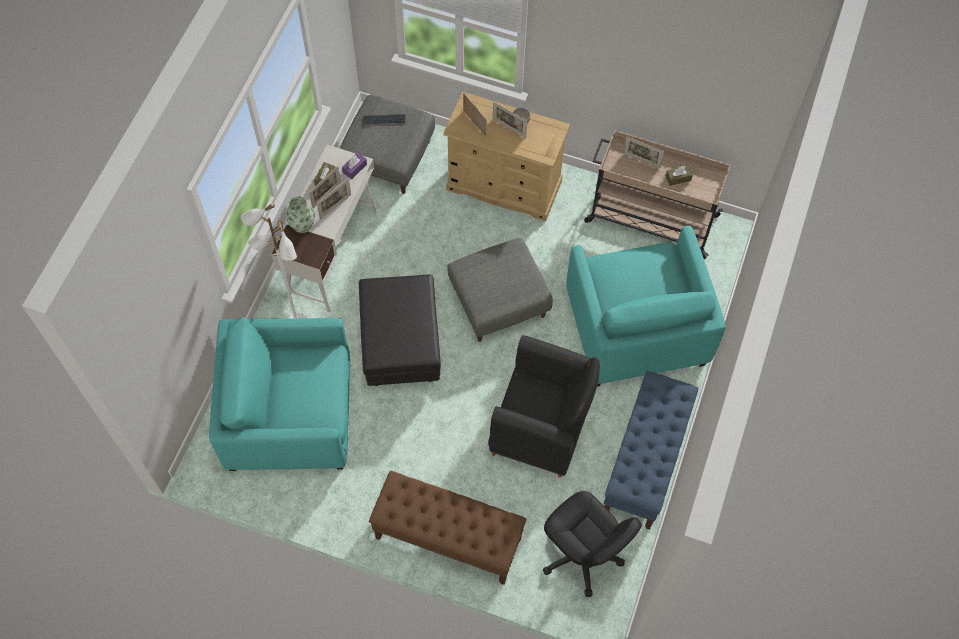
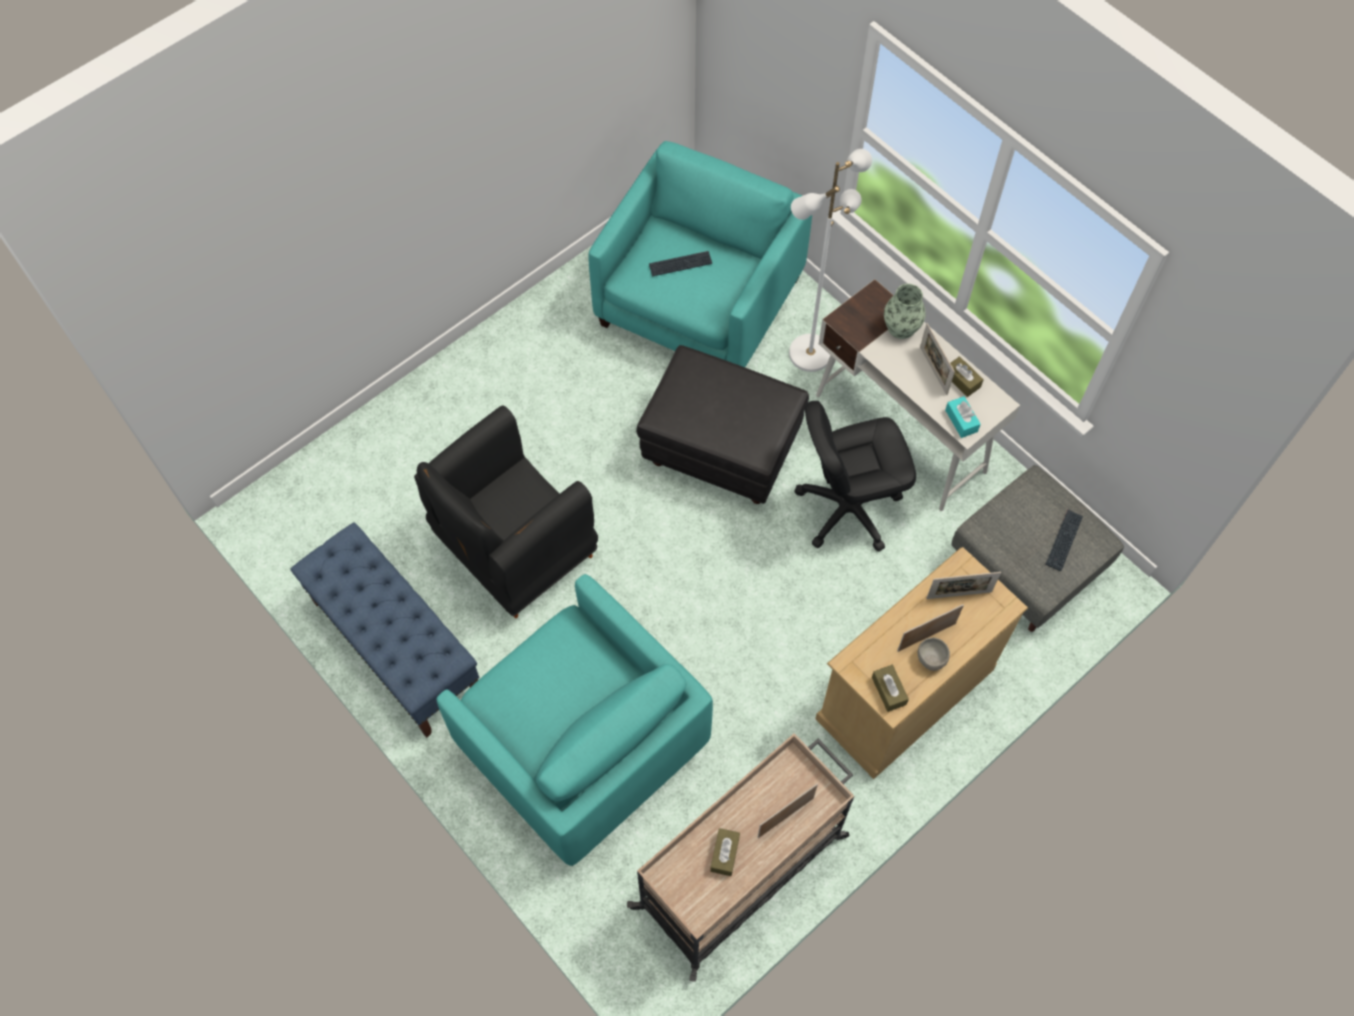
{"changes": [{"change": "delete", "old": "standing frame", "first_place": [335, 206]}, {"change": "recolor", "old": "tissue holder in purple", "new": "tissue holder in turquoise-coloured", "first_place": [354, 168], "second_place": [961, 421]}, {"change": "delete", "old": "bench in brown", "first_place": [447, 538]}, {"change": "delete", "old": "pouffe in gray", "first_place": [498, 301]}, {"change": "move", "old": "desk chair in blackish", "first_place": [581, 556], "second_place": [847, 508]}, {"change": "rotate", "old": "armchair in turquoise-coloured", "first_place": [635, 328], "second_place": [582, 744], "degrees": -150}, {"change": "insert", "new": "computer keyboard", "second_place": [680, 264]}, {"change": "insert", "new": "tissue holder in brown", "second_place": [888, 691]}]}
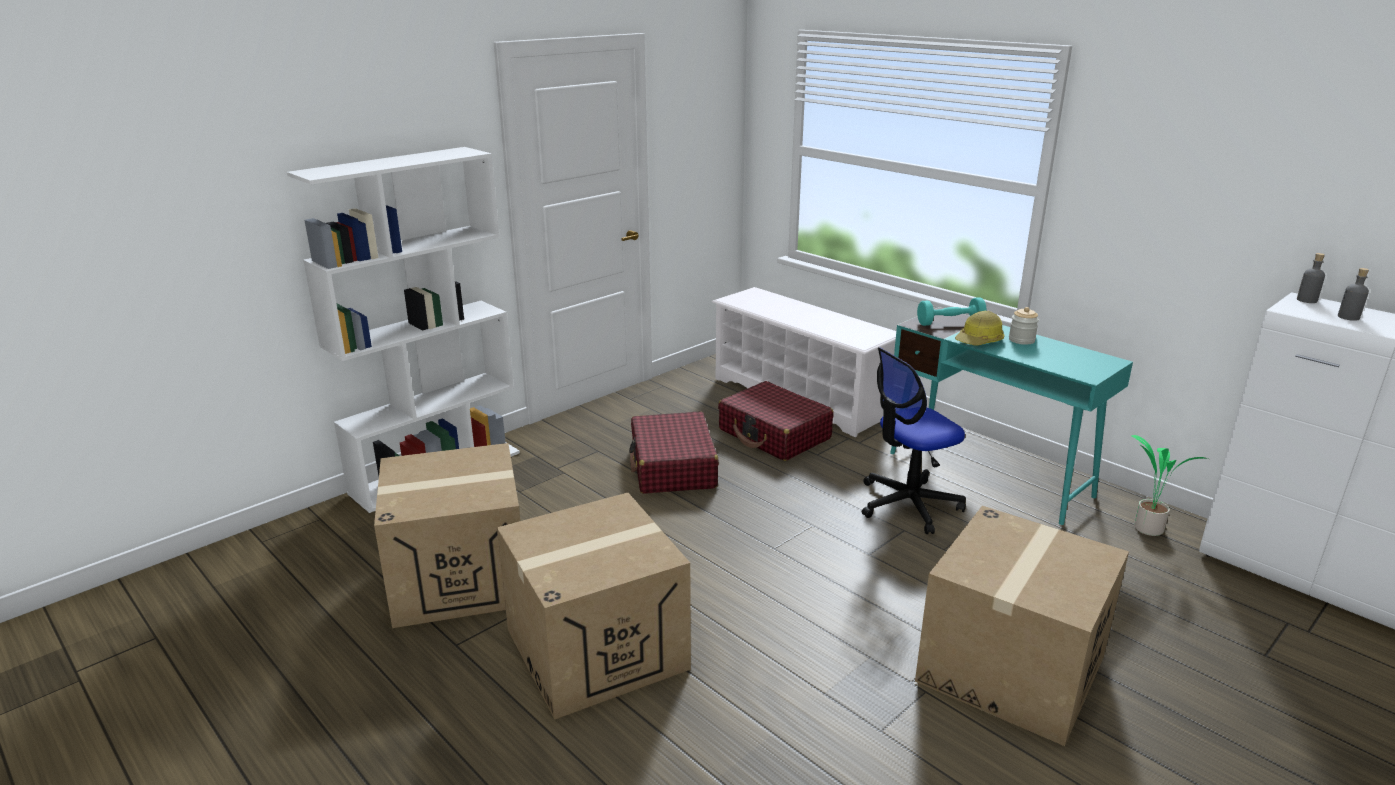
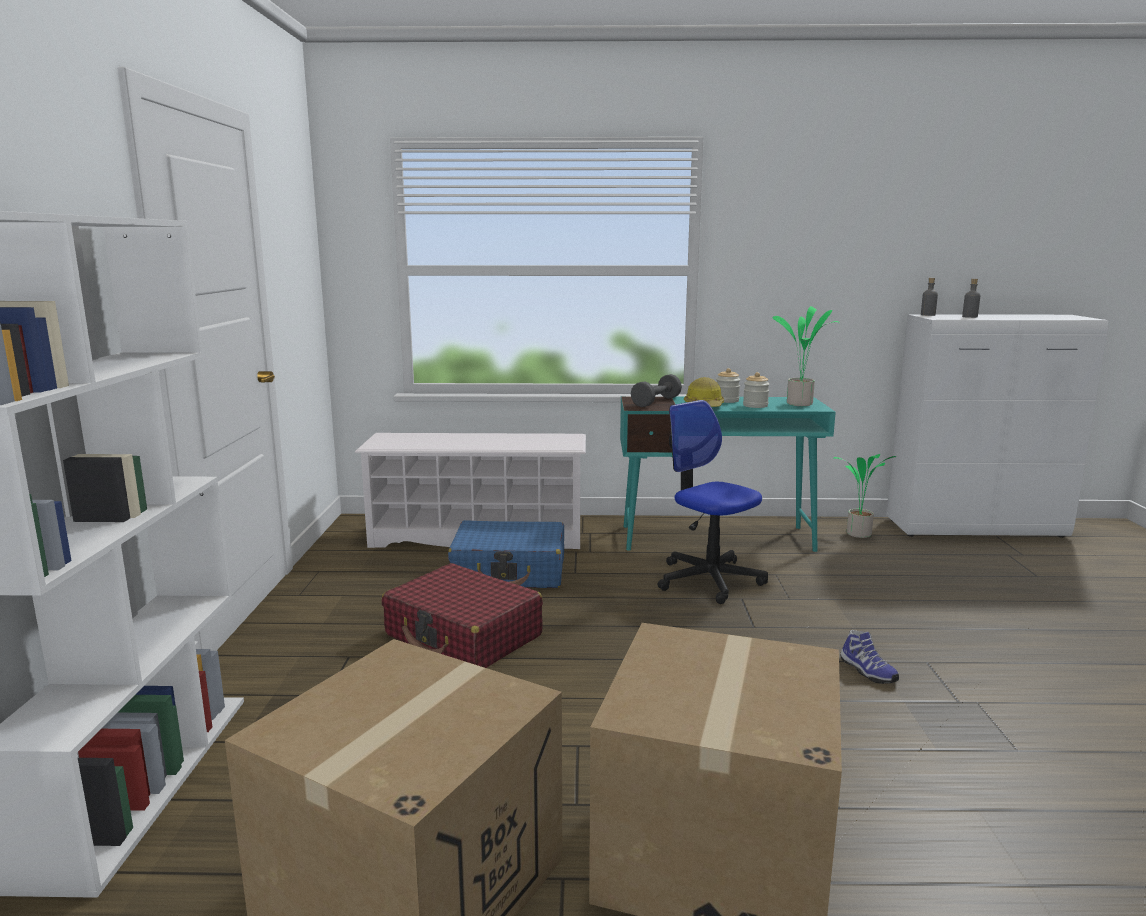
{"changes": [{"change": "recolor", "old": "travel case in reddish", "new": "travel case in blue-coloured", "first_place": [774, 434], "second_place": [510, 571]}, {"change": "rotate", "old": "desk chair", "first_place": [908, 504], "second_place": [709, 579], "degrees": 120}, {"change": "delete", "old": "carton", "first_place": [1011, 669]}, {"change": "recolor", "old": "hand weight in turquoise-coloured", "new": "hand weight in gray", "first_place": [950, 323], "second_place": [656, 402]}, {"change": "insert", "new": "preserve jar", "second_place": [755, 405]}, {"change": "insert", "new": "potted plant", "second_place": [801, 404]}, {"change": "insert", "new": "item of footwear", "second_place": [866, 671]}]}
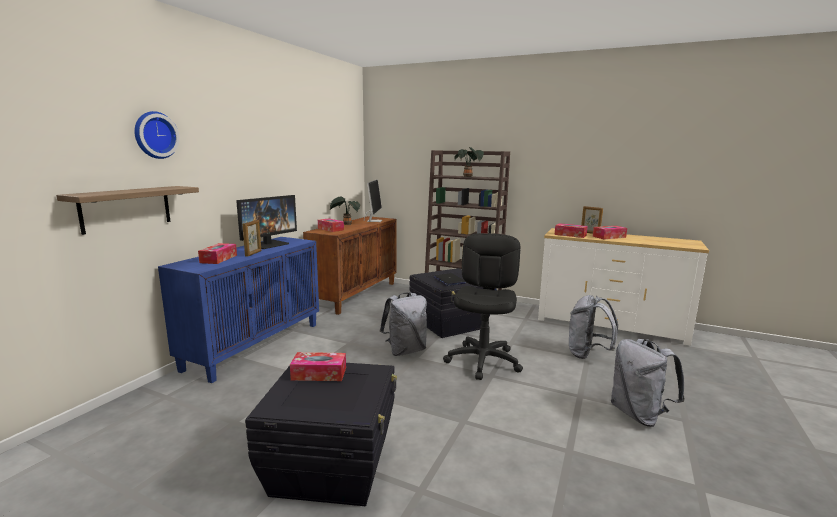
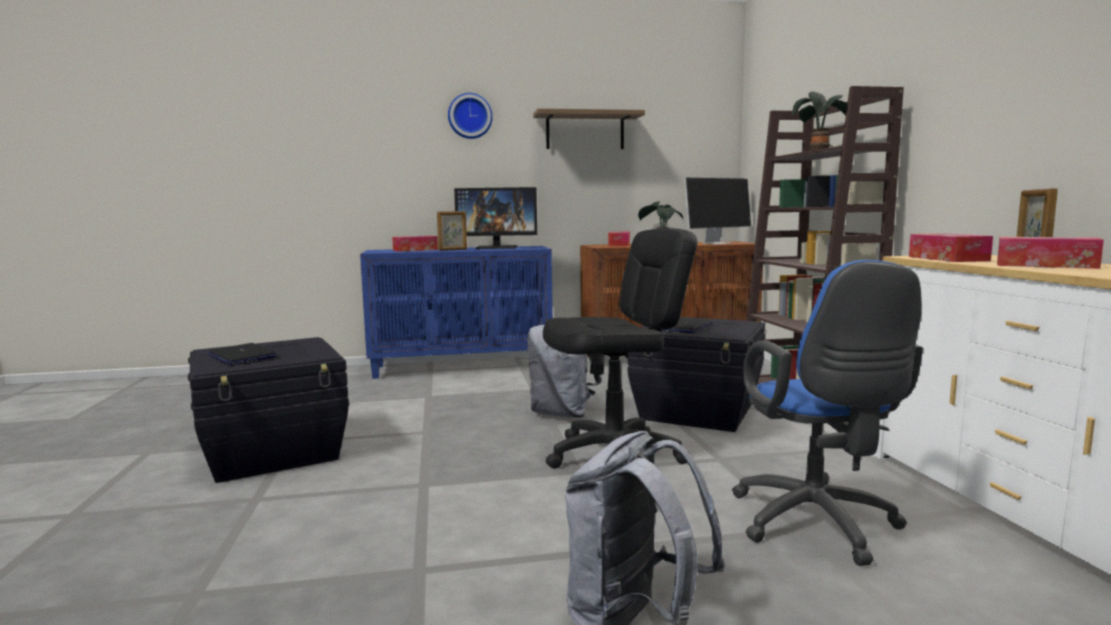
{"changes": [{"change": "move", "old": "shelf", "first_place": [126, 208], "second_place": [585, 131]}, {"change": "move", "old": "hanging clock", "first_place": [154, 135], "second_place": [470, 116]}, {"change": "delete", "old": "tissue holder", "first_place": [319, 374]}, {"change": "replace", "old": "backpack in gray", "new": "desk chair in blue-coloured", "first_place": [587, 354], "second_place": [818, 526]}, {"change": "insert", "new": "laptop", "second_place": [241, 356]}]}
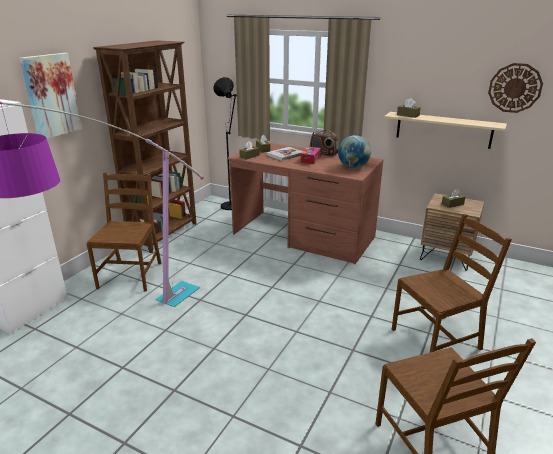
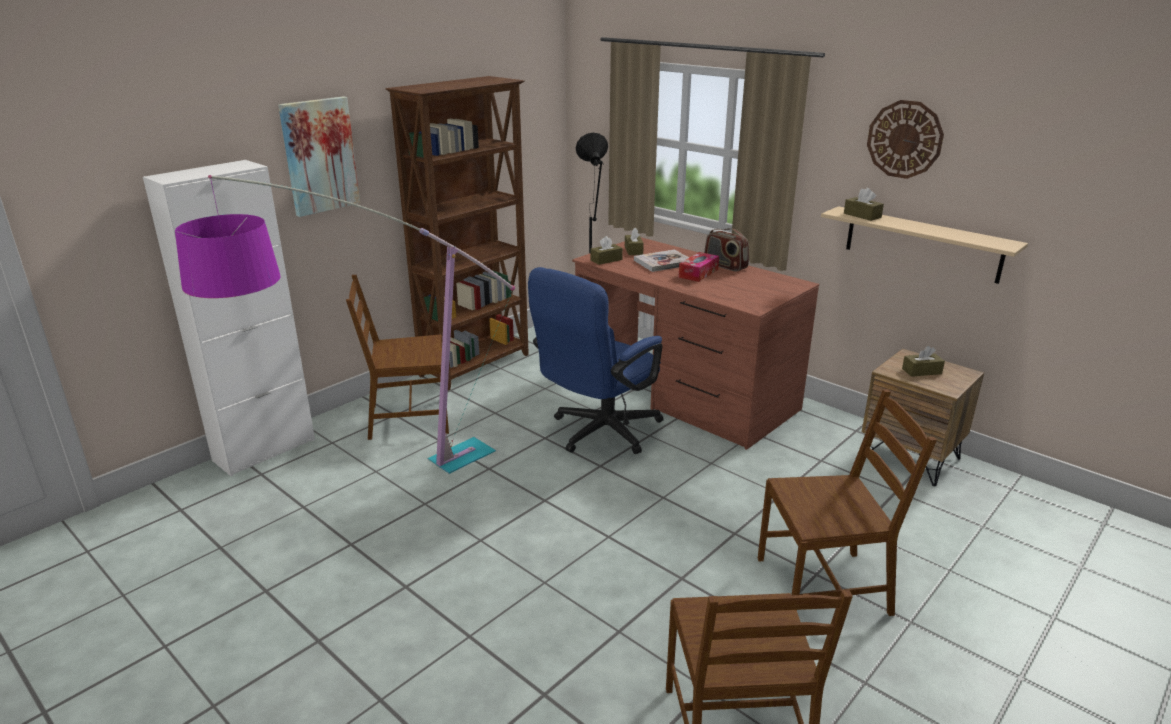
{"changes": [{"change": "rotate", "old": "plain chair in brown", "first_place": [131, 275], "second_place": [408, 419], "degrees": -120}, {"change": "delete", "old": "globe", "first_place": [353, 167]}, {"change": "move", "old": "hanging clock", "first_place": [515, 88], "second_place": [904, 139]}, {"change": "insert", "new": "desk chair in blue-coloured", "second_place": [598, 433]}]}
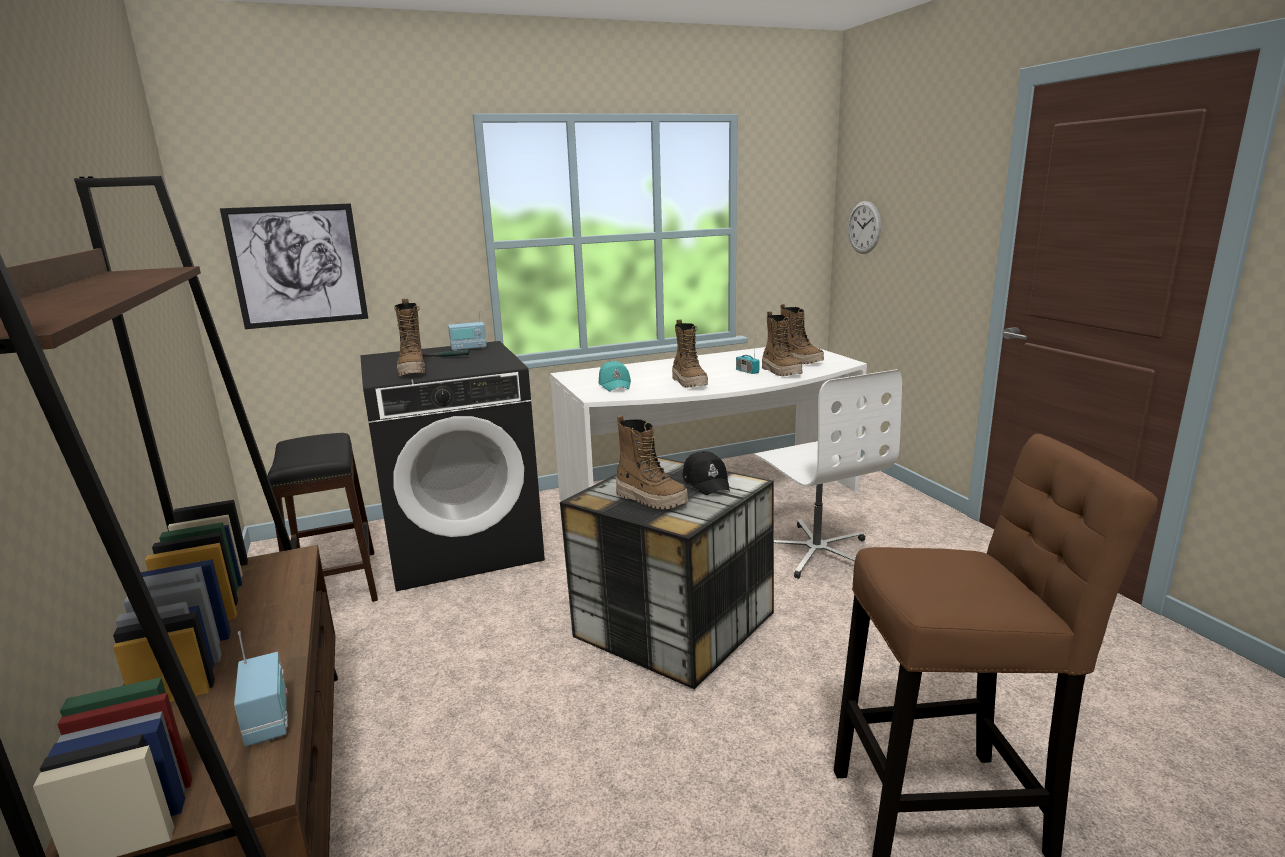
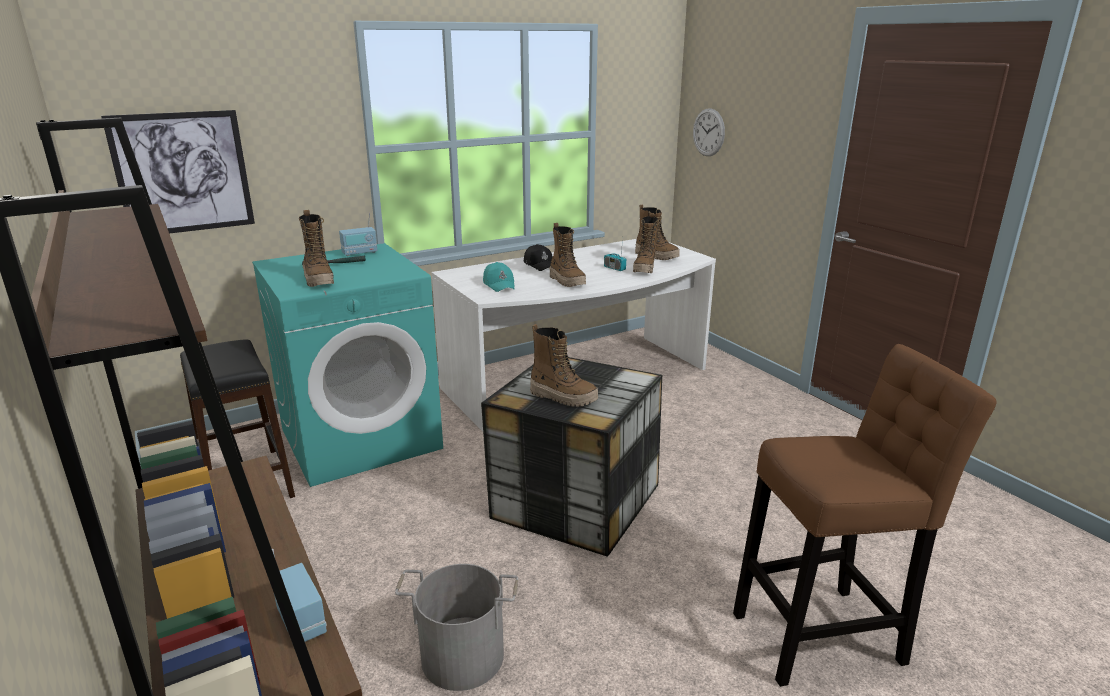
{"changes": [{"change": "recolor", "old": "laundry machine in blackish", "new": "laundry machine in turquoise-coloured", "first_place": [464, 545], "second_place": [361, 438]}, {"change": "move", "old": "peaked cap in blackish", "first_place": [706, 482], "second_place": [540, 265]}, {"change": "delete", "old": "desk chair in white", "first_place": [816, 552]}, {"change": "rotate", "old": "tall boot", "first_place": [781, 372], "second_place": [645, 269], "degrees": 45}, {"change": "insert", "new": "pail in gray", "second_place": [463, 655]}]}
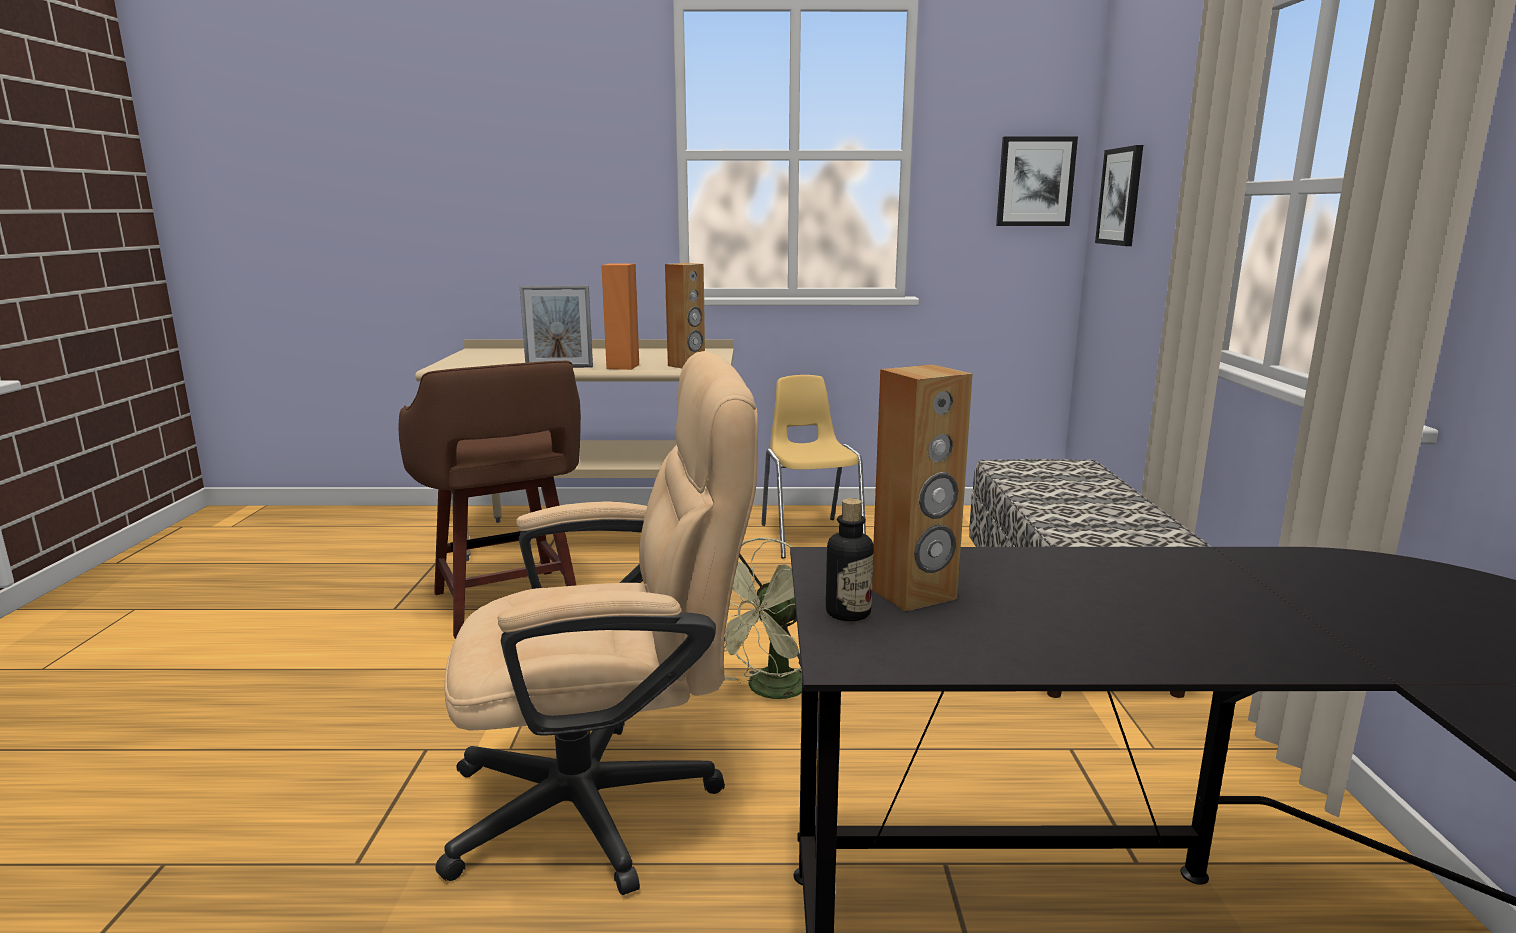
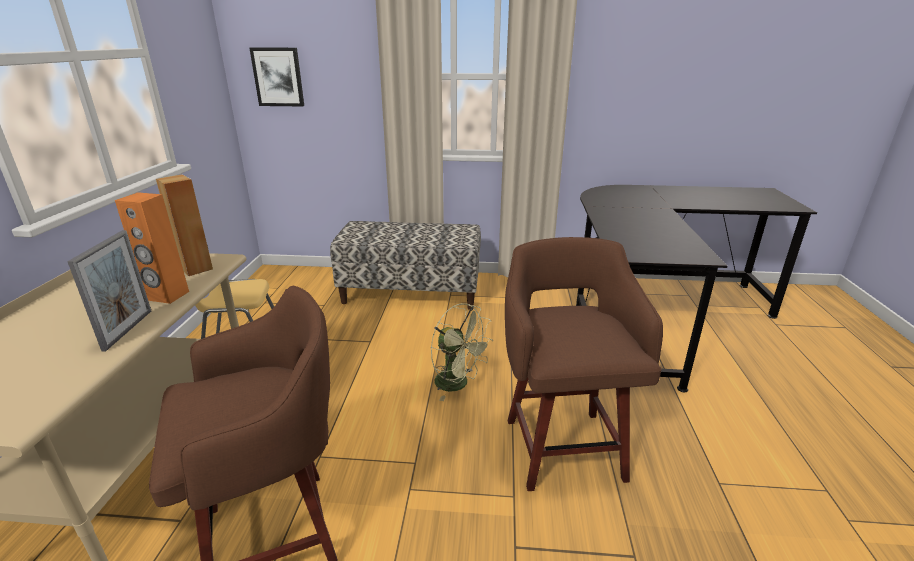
{"changes": [{"change": "replace", "old": "desk chair in beige", "new": "stool in brown", "first_place": [610, 803], "second_place": [562, 445]}, {"change": "delete", "old": "beverage bottle", "first_place": [848, 613]}, {"change": "delete", "old": "loudspeaker in brown", "first_place": [914, 594]}, {"change": "delete", "old": "wall picture", "first_place": [1035, 182]}]}
